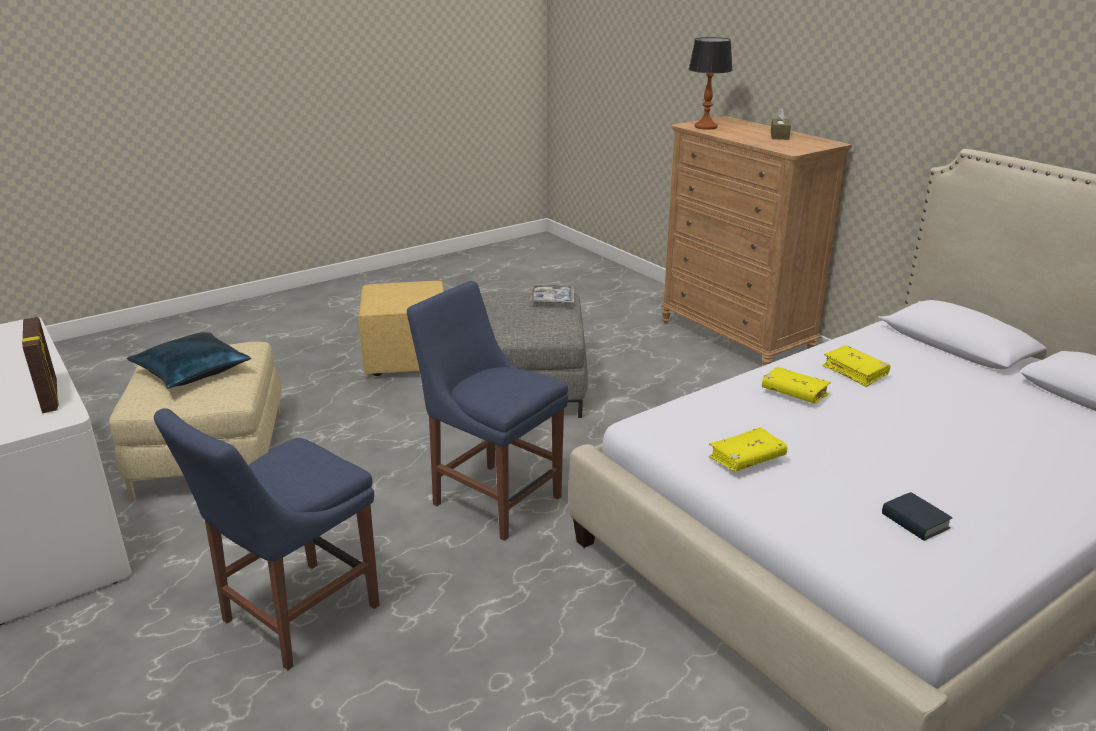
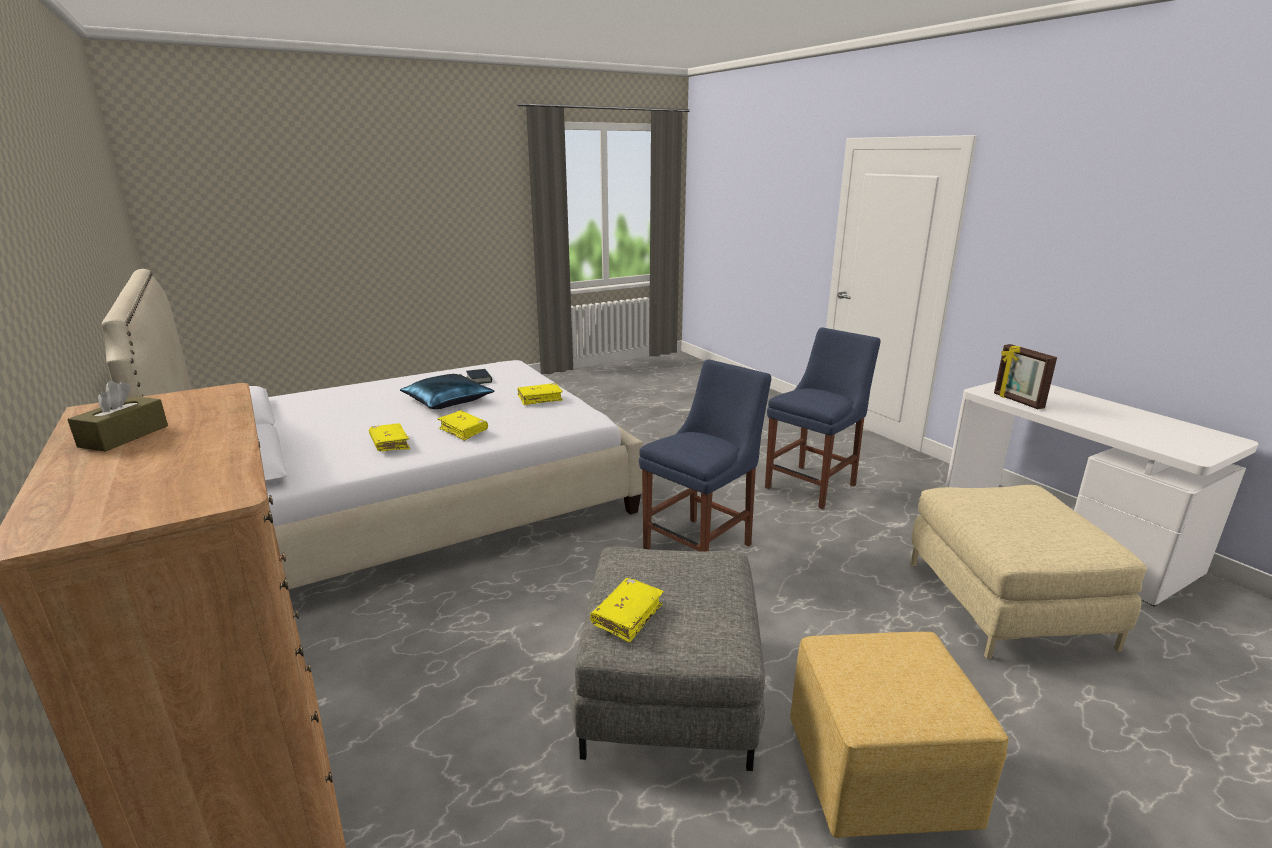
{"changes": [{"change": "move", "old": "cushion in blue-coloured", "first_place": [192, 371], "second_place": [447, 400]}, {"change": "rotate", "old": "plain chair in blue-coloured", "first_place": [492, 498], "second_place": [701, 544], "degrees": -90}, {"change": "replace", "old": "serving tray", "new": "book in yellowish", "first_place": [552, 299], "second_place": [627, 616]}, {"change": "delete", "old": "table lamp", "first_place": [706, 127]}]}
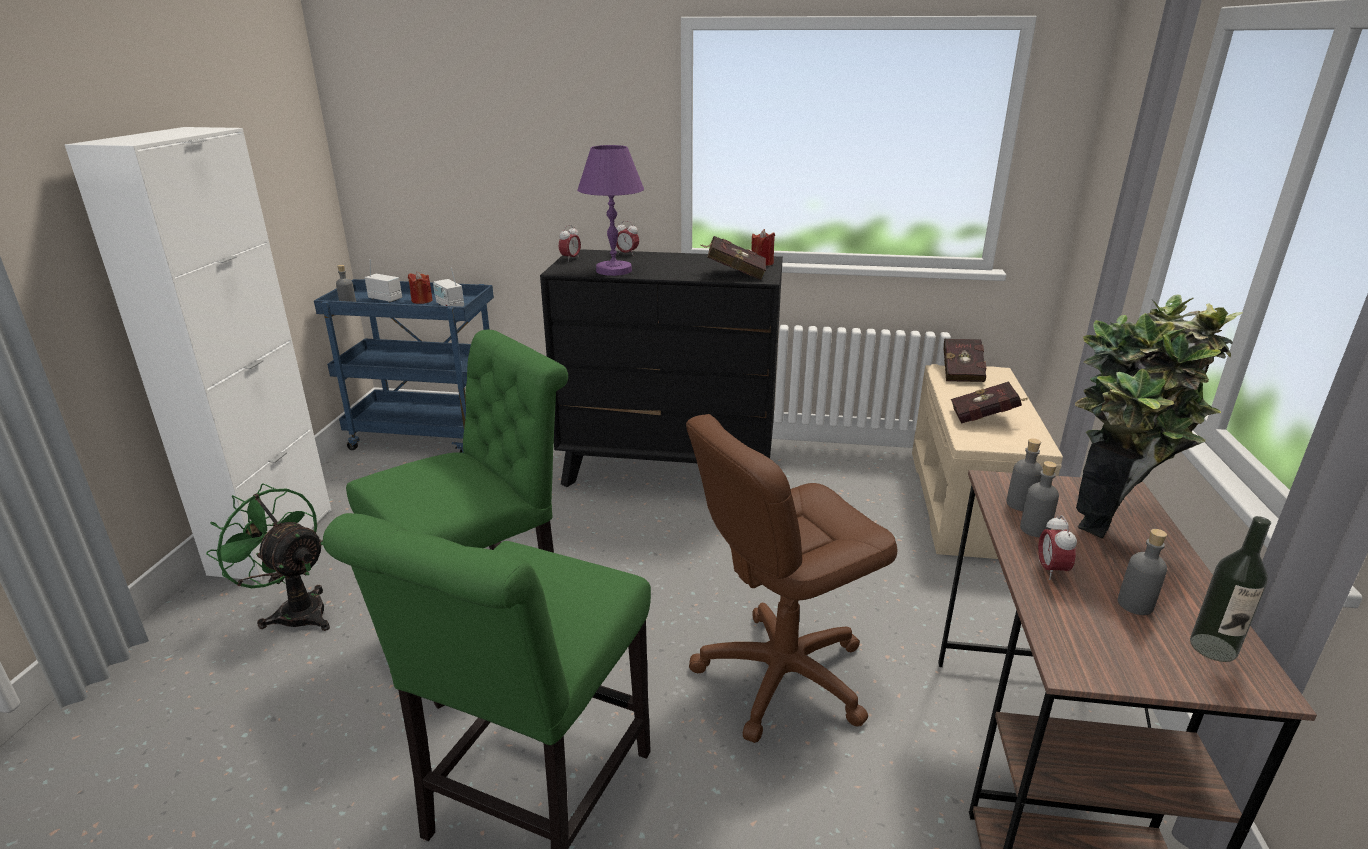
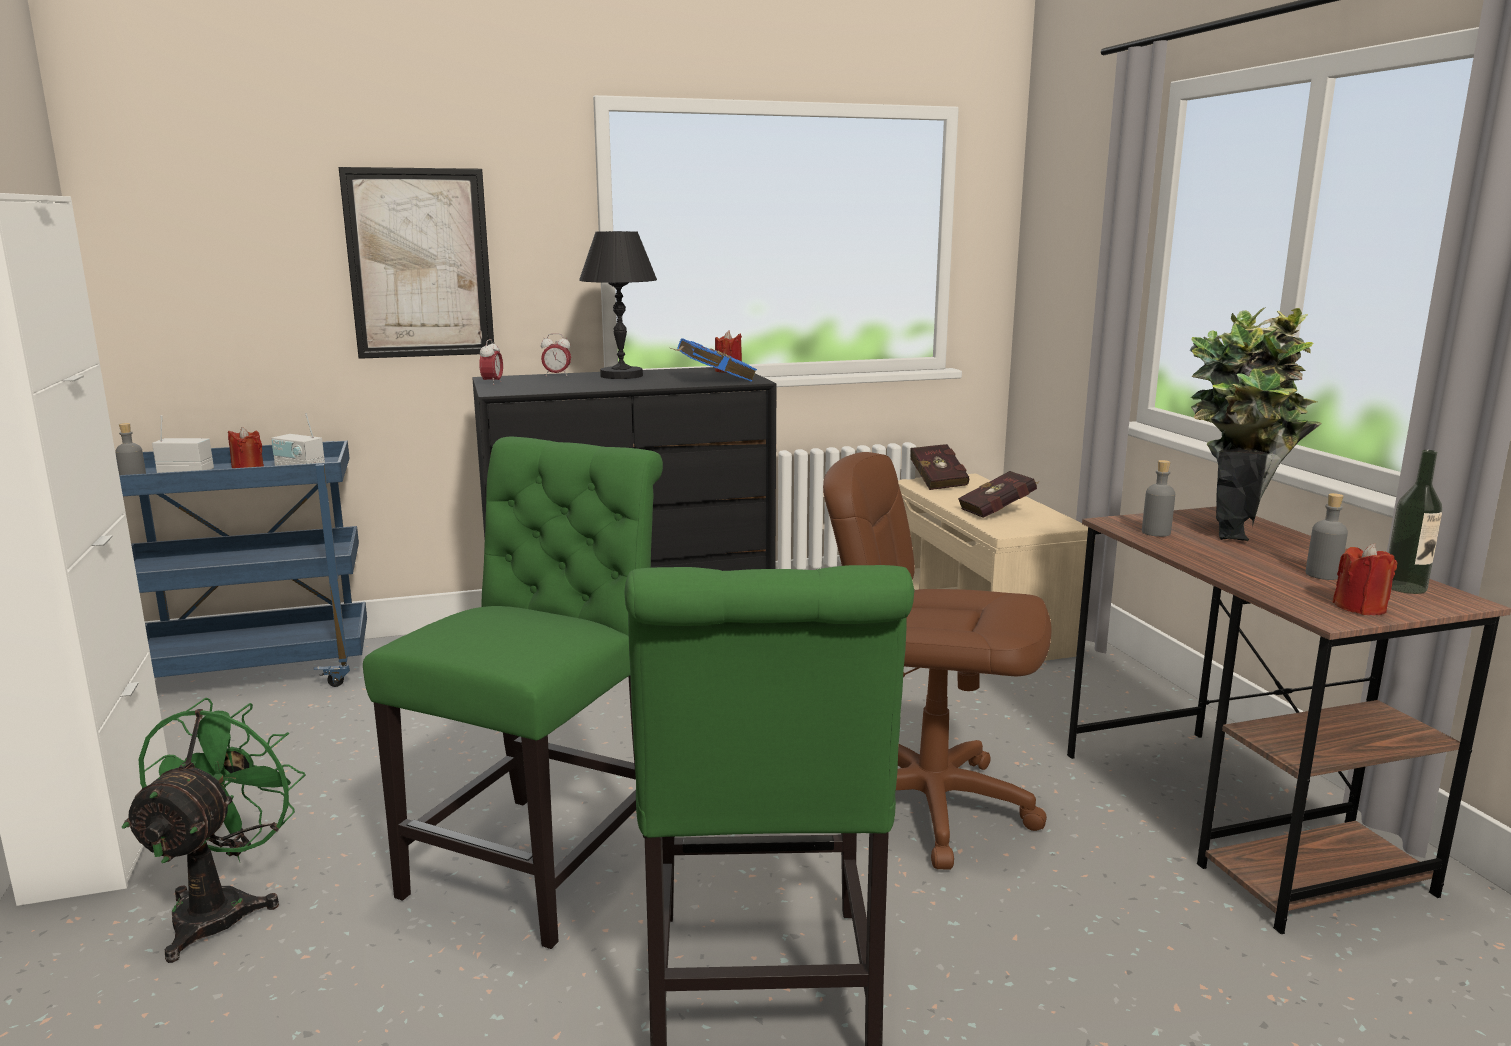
{"changes": [{"change": "rotate", "old": "fan in green-coloured", "first_place": [294, 610], "second_place": [222, 907], "degrees": 90}, {"change": "delete", "old": "table lamp in purple", "first_place": [614, 270]}, {"change": "rotate", "old": "desk chair in brown", "first_place": [782, 675], "second_place": [929, 805], "degrees": 75}, {"change": "recolor", "old": "book in reddish", "new": "book in blue-coloured", "first_place": [733, 274], "second_place": [712, 380]}, {"change": "delete", "old": "beverage bottle in gray", "first_place": [1034, 529]}, {"change": "delete", "old": "table clock", "first_place": [1051, 570]}, {"change": "insert", "new": "wall picture", "second_place": [419, 264]}, {"change": "insert", "new": "table lamp in blackish", "second_place": [622, 375]}, {"change": "insert", "new": "wax light in reddish", "second_place": [1360, 608]}]}
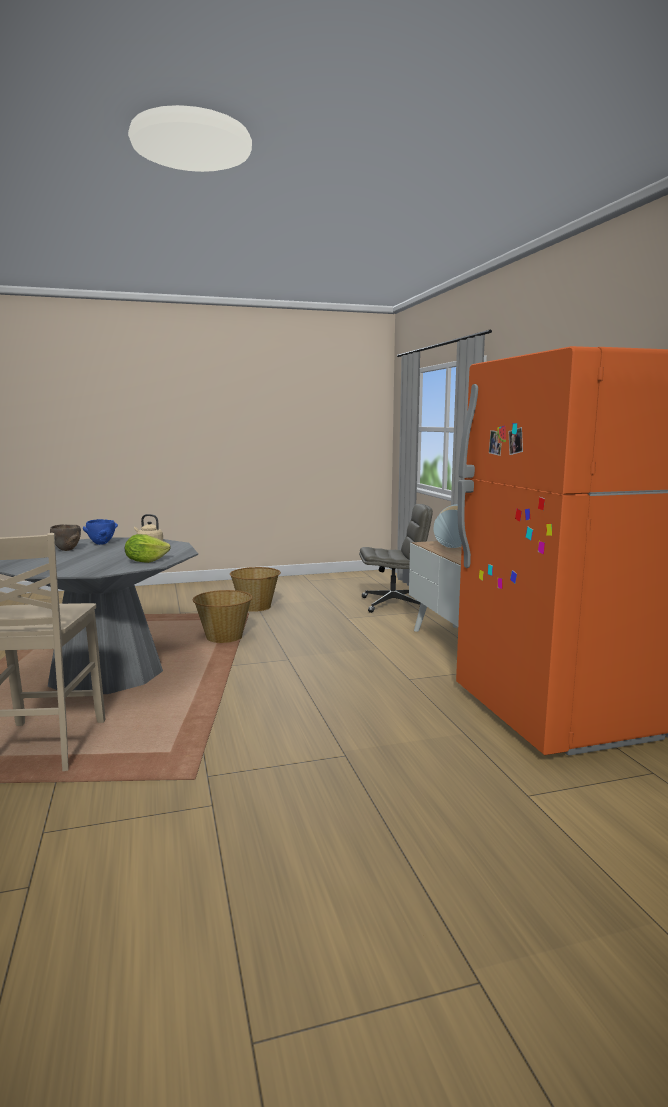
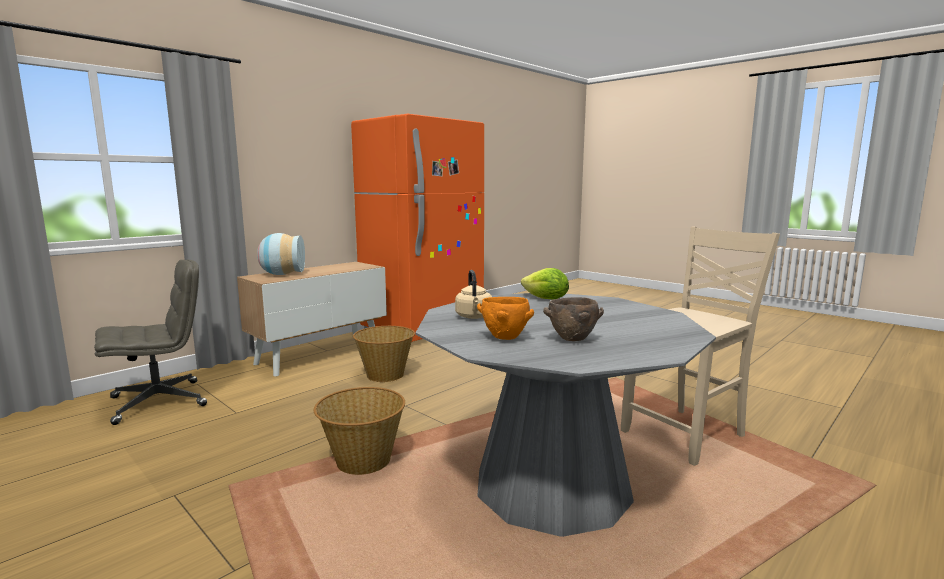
{"changes": [{"change": "recolor", "old": "bowl in blue-coloured", "new": "bowl in orangey", "first_place": [101, 543], "second_place": [506, 338]}, {"change": "move", "old": "household basket", "first_place": [256, 607], "second_place": [385, 375]}, {"change": "rotate", "old": "desk chair in gray", "first_place": [393, 604], "second_place": [160, 401], "degrees": 90}]}
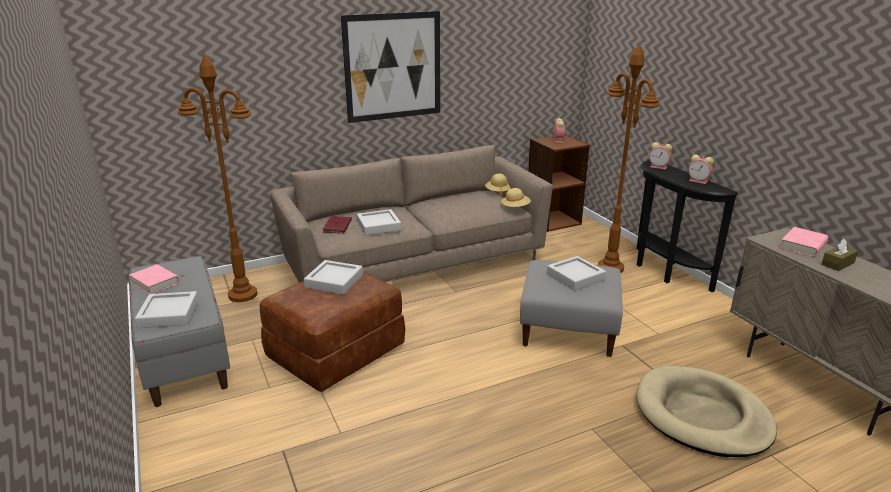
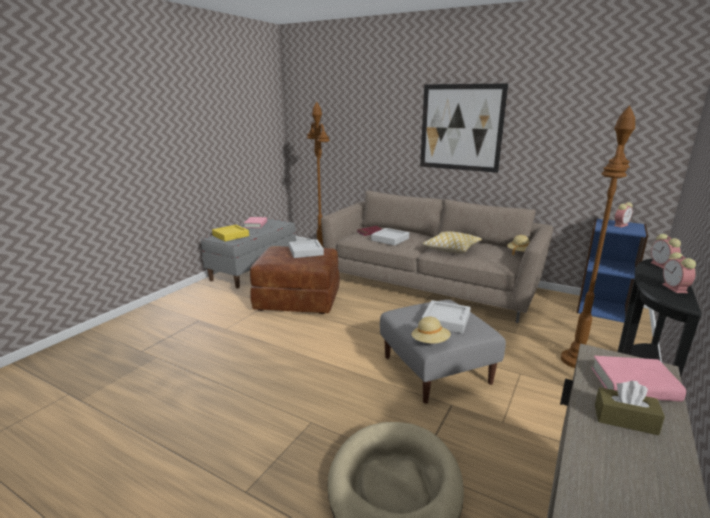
{"changes": [{"change": "recolor", "old": "serving tray in gray", "new": "serving tray in yellowish", "first_place": [168, 314], "second_place": [230, 235]}, {"change": "move", "old": "clothing hat in beige", "first_place": [515, 207], "second_place": [430, 342]}, {"change": "recolor", "old": "shelving unit in brown", "new": "shelving unit in blue-coloured", "first_place": [552, 220], "second_place": [601, 309]}, {"change": "insert", "new": "cushion", "second_place": [451, 249]}]}
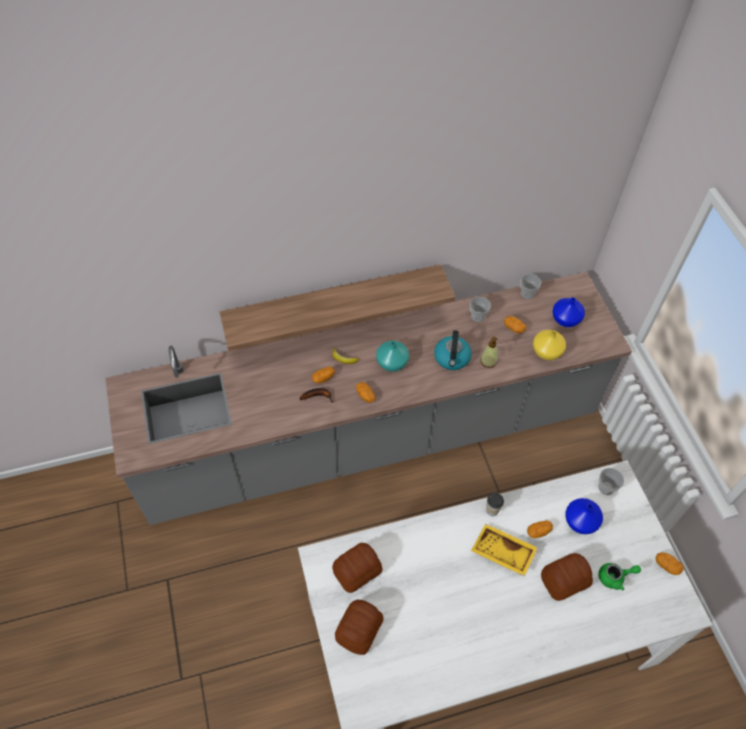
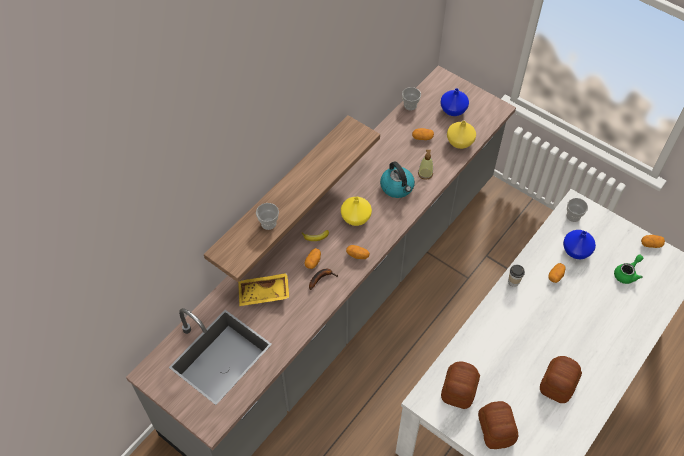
{"changes": [{"change": "recolor", "old": "decorative vase in turquoise-coloured", "new": "decorative vase in yellowish", "first_place": [392, 362], "second_place": [356, 217]}, {"change": "move", "old": "small cup", "first_place": [478, 316], "second_place": [268, 223]}, {"change": "move", "old": "serving tray in yellowish", "first_place": [502, 553], "second_place": [264, 294]}, {"change": "move", "old": "baked bread", "first_place": [563, 580], "second_place": [557, 384]}]}
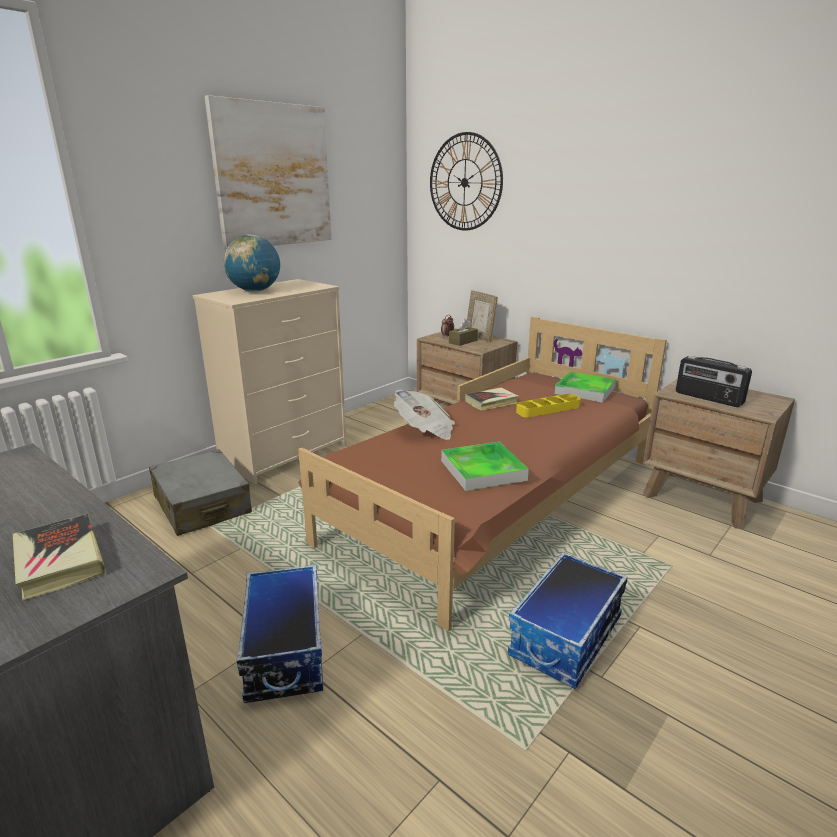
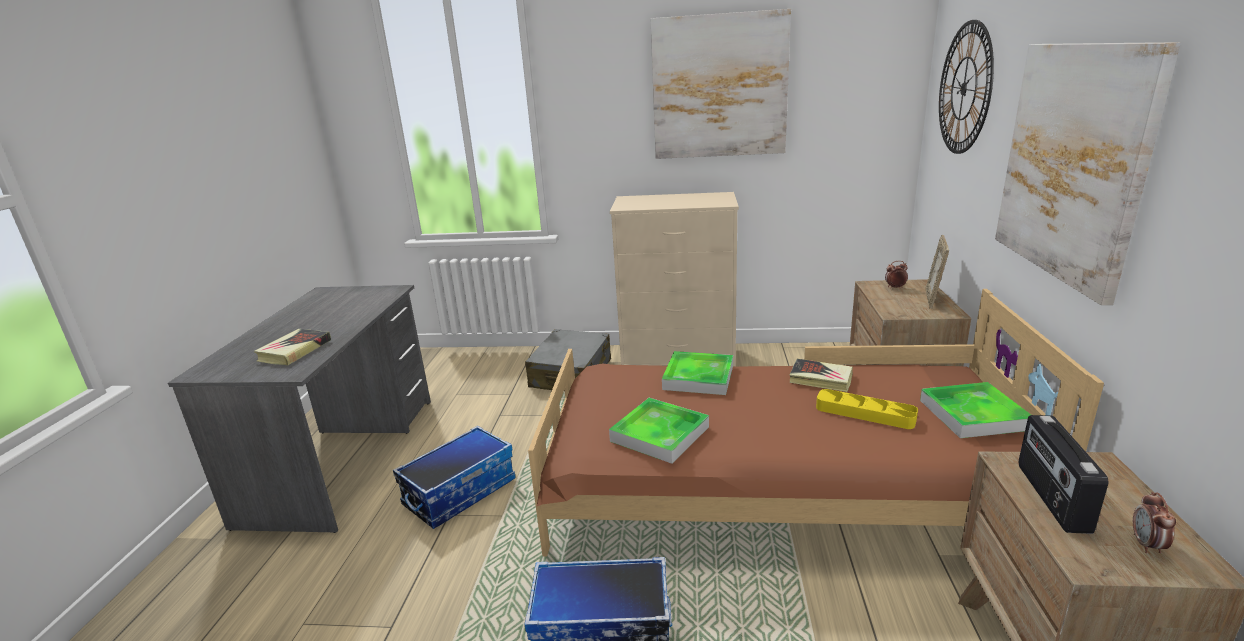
{"changes": [{"change": "delete", "old": "globe", "first_place": [255, 291]}, {"change": "replace", "old": "printed paper", "new": "serving tray", "first_place": [425, 430], "second_place": [698, 377]}, {"change": "delete", "old": "tissue holder in brown", "first_place": [463, 341]}, {"change": "insert", "new": "wall picture", "second_place": [1073, 162]}, {"change": "insert", "new": "table clock", "second_place": [1147, 545]}]}
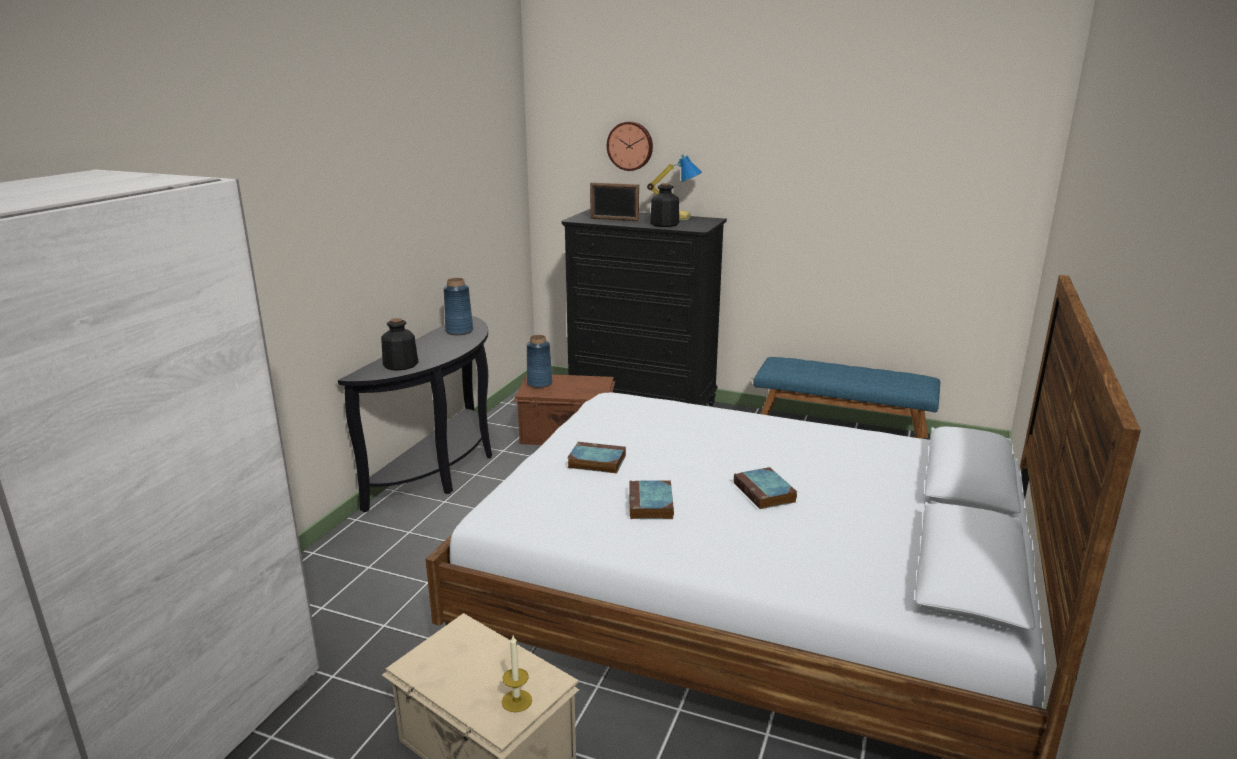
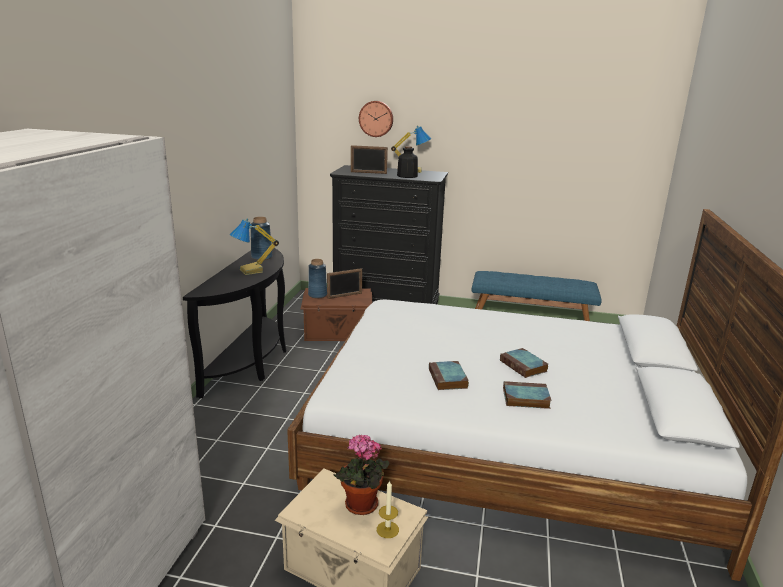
{"changes": [{"change": "delete", "old": "beverage bottle", "first_place": [400, 365]}, {"change": "move", "old": "book", "first_place": [595, 462], "second_place": [525, 398]}, {"change": "insert", "new": "table lamp", "second_place": [252, 271]}, {"change": "insert", "new": "standing frame", "second_place": [345, 296]}, {"change": "insert", "new": "potted plant", "second_place": [361, 507]}]}
